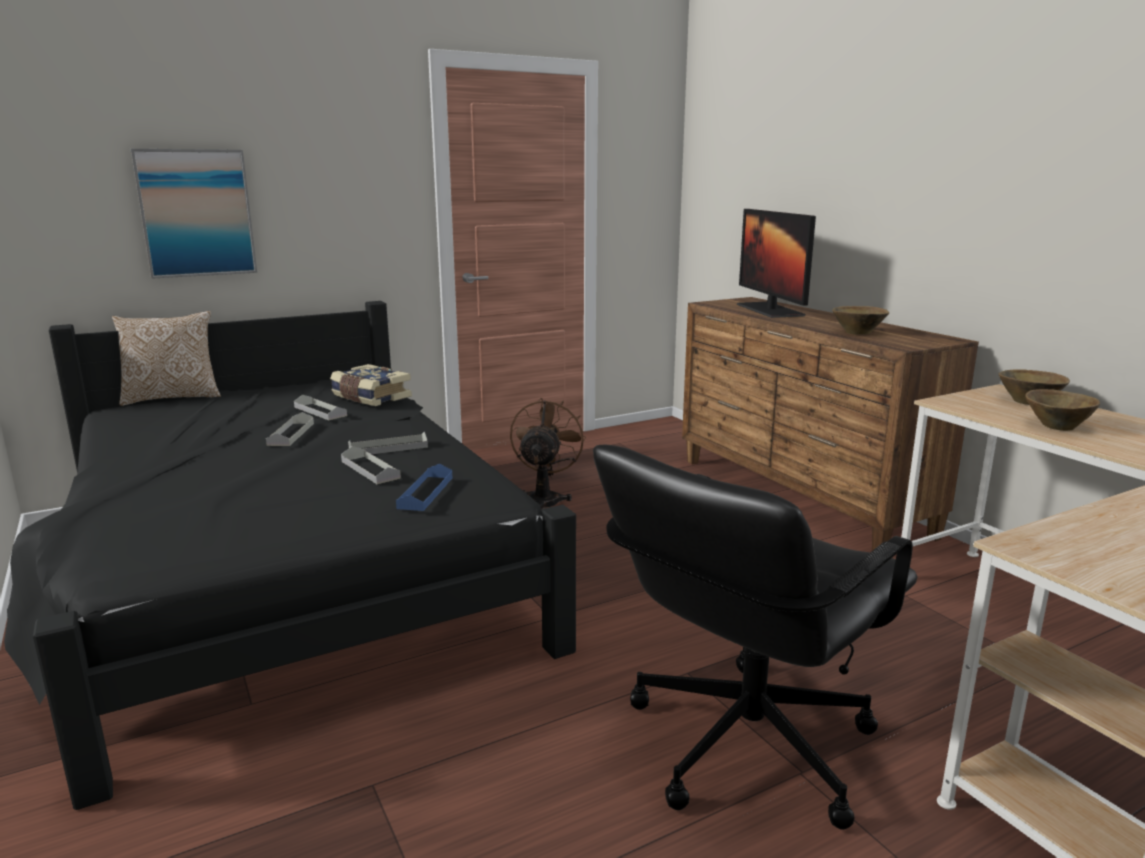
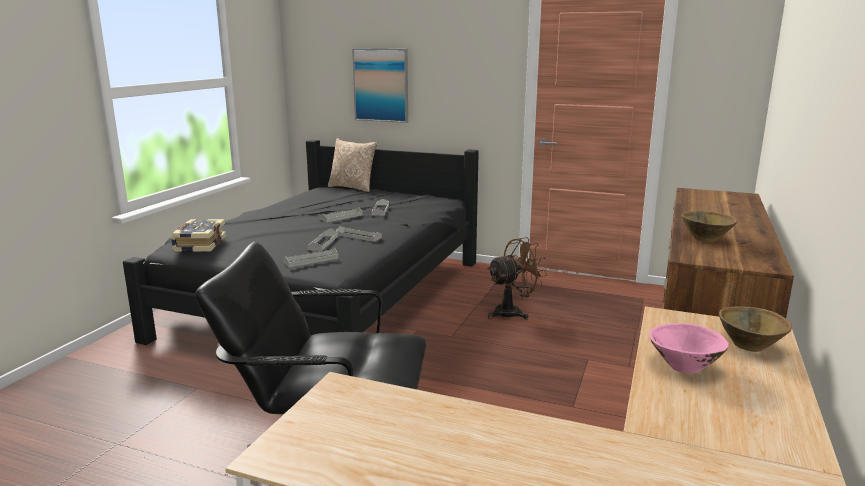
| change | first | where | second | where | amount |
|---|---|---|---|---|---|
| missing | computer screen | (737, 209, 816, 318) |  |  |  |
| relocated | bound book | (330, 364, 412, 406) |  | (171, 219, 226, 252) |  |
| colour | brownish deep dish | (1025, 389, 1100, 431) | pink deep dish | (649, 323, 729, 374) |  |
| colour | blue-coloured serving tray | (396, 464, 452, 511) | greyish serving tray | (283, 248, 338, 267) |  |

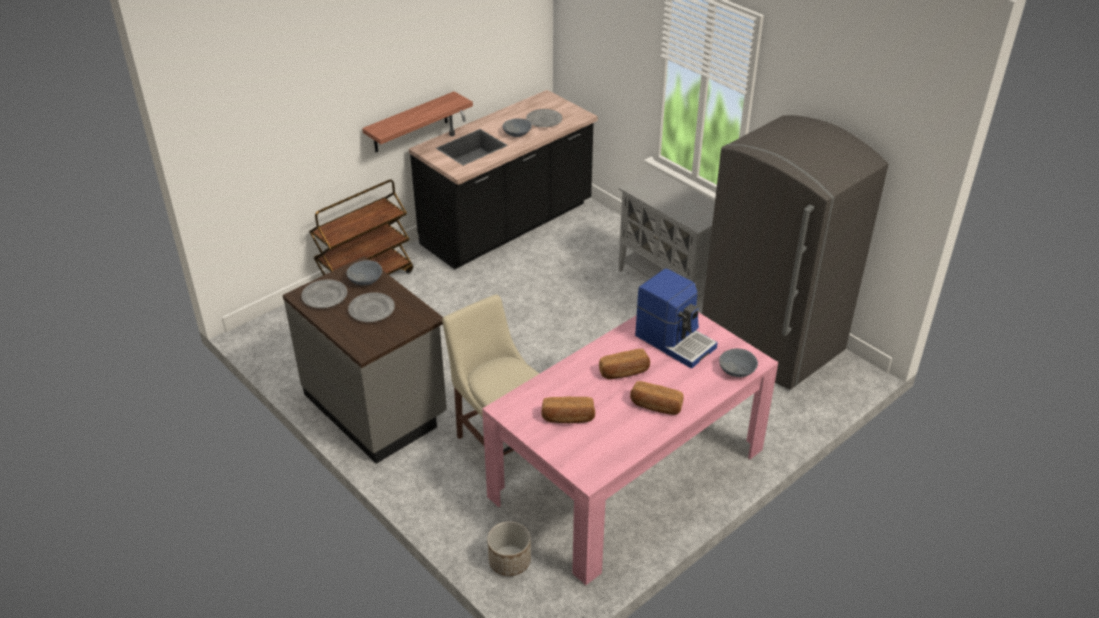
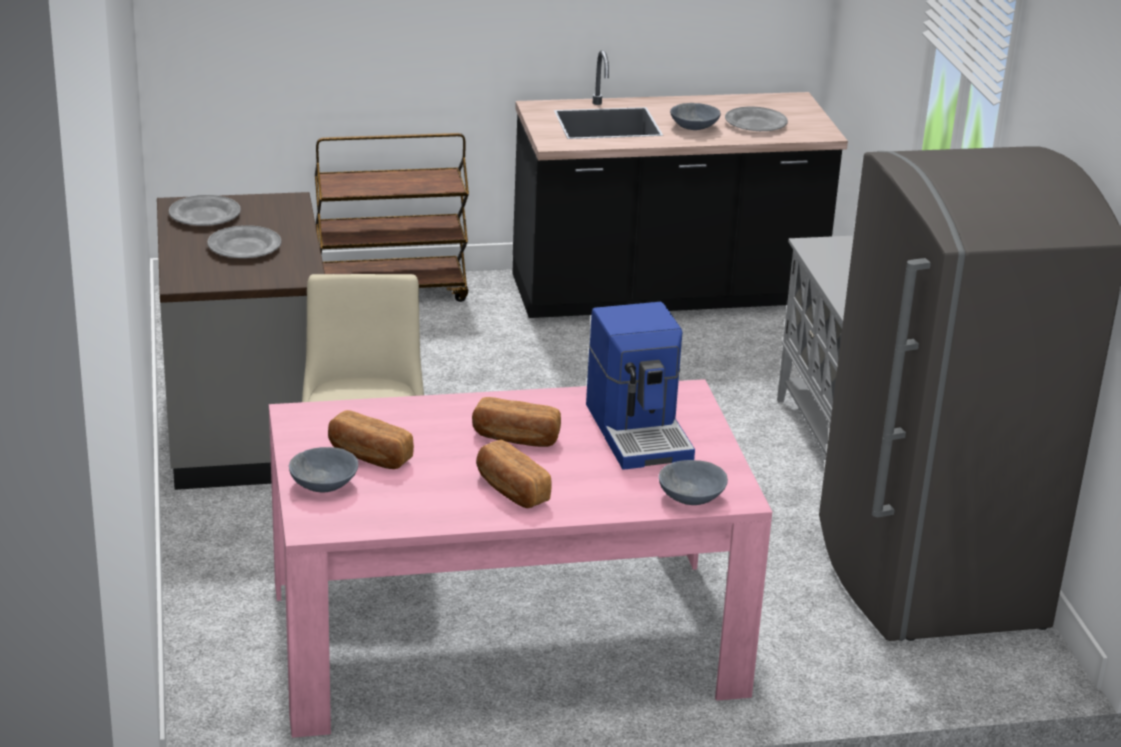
| change | first | where | second | where | amount |
|---|---|---|---|---|---|
| missing | bracket shelf | (362, 91, 473, 152) |  |  |  |
| relocated | greyish deep dish | (347, 260, 382, 285) |  | (289, 447, 358, 492) |  |
| missing | planter | (487, 521, 531, 576) |  |  |  |

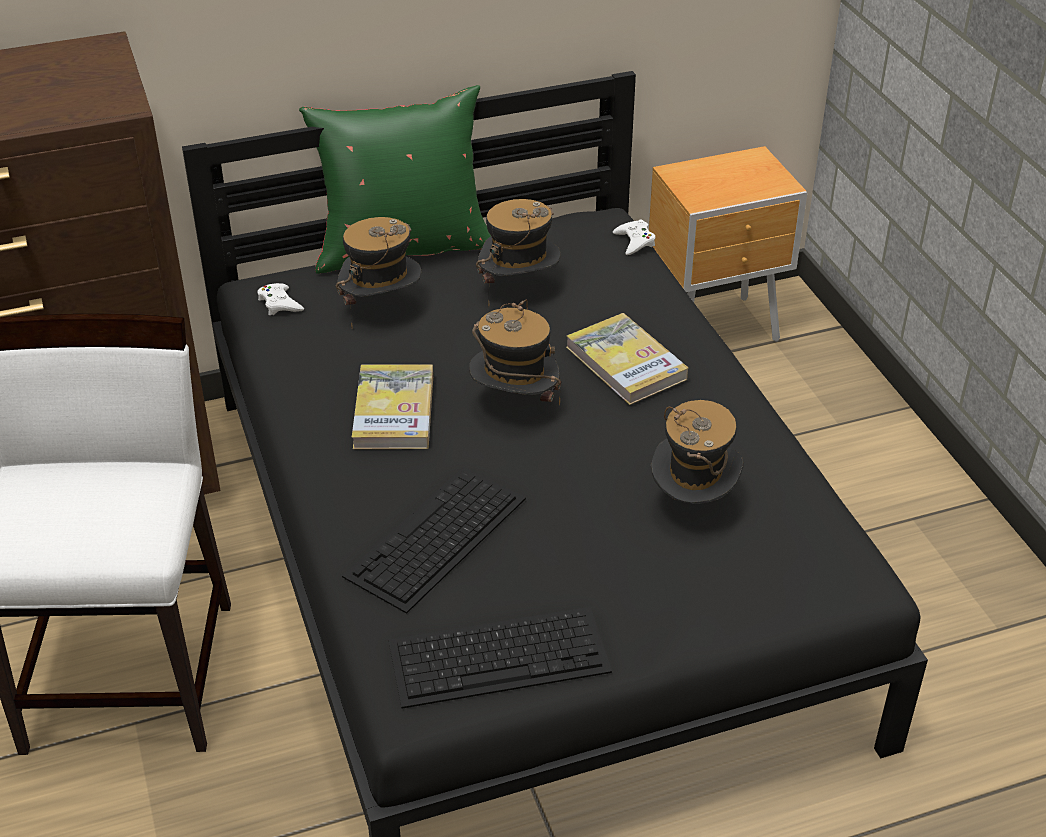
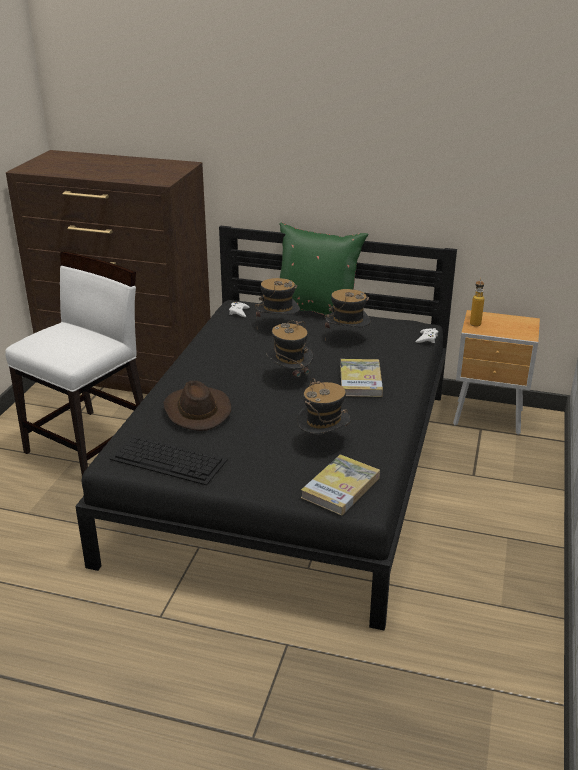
| change | first | where | second | where | amount |
|---|---|---|---|---|---|
| relocated | bound book | (352, 364, 433, 449) |  | (301, 454, 380, 516) |  |
| exchanged | computer keyboard | (342, 467, 526, 614) | brownish clothing hat | (164, 381, 231, 431) |  |
| appeared |  |  | beverage bottle | (470, 278, 484, 327) |  |

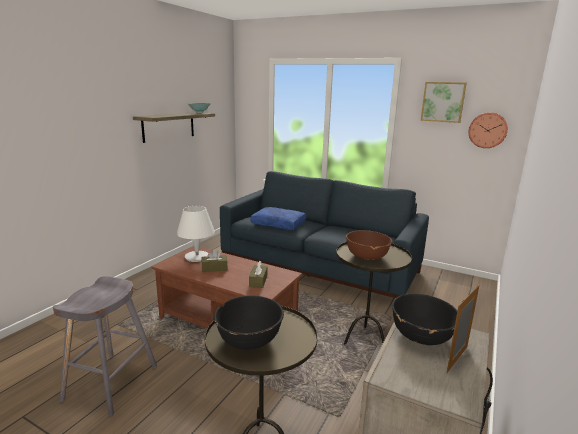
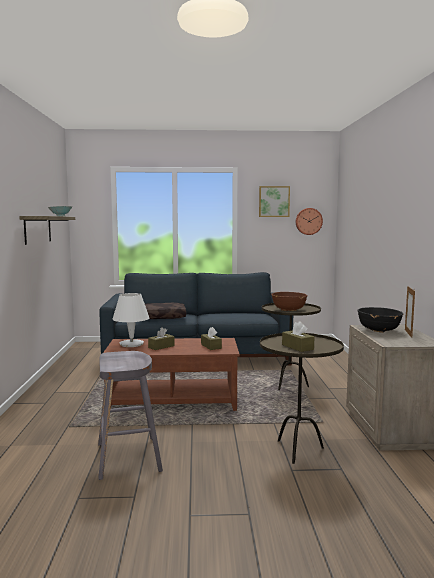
| change | first | where | second | where | amount |
|---|---|---|---|---|---|
| colour | blue-coloured throw pillow | (251, 207, 306, 230) | brownish throw pillow | (145, 303, 186, 319) |  |
| exchanged | blackish deep dish | (214, 296, 284, 350) | brownish tissue holder | (282, 321, 314, 352) |  |

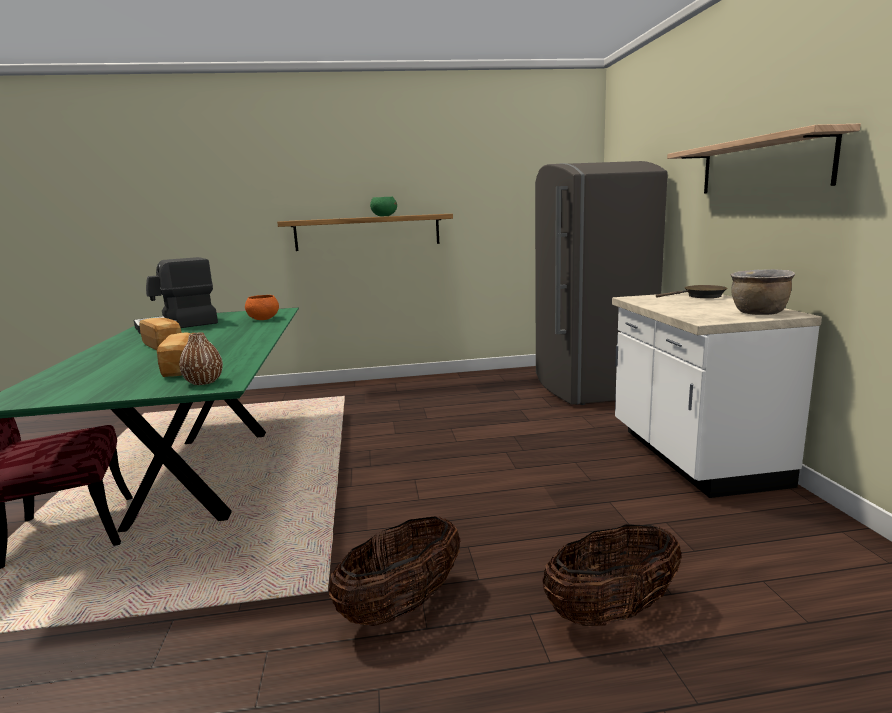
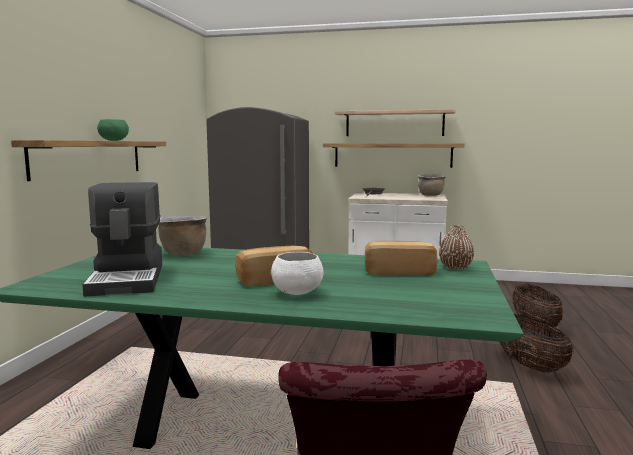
| change | first | where | second | where | amount |
|---|---|---|---|---|---|
| exchanged | orange-coloured deep dish | (245, 295, 279, 320) | brownish stockpot | (159, 216, 207, 255) |  |
| appeared |  |  | bracket shelf | (323, 143, 465, 168) |  |
| appeared |  |  | whitish deep dish | (271, 252, 324, 295) |  |

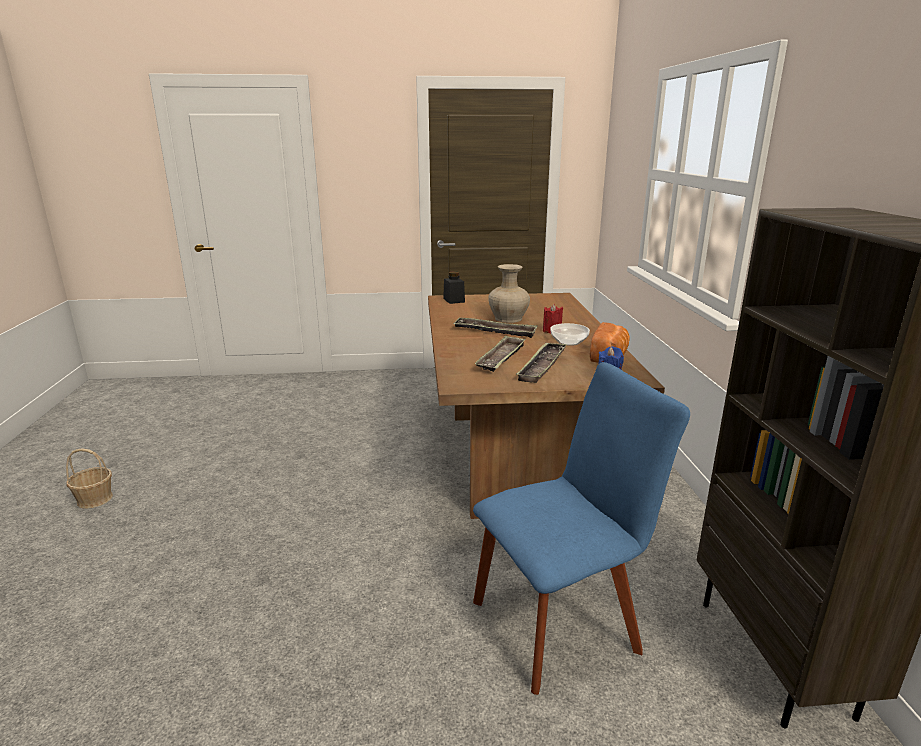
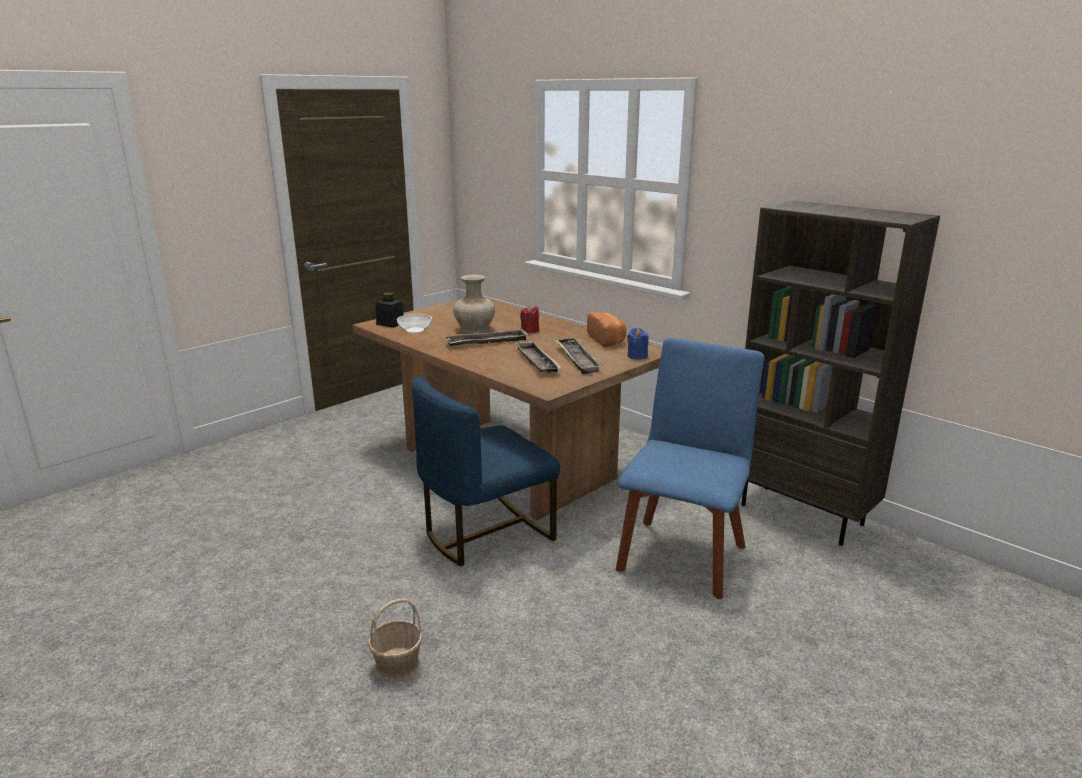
| change | first | where | second | where | amount |
|---|---|---|---|---|---|
| relocated | deep dish | (550, 323, 590, 346) |  | (397, 314, 432, 333) |  |
| relocated | storage basket | (66, 448, 113, 509) |  | (368, 598, 423, 681) |  |
| appeared |  |  | blue-coloured plain chair | (412, 376, 560, 567) |  |

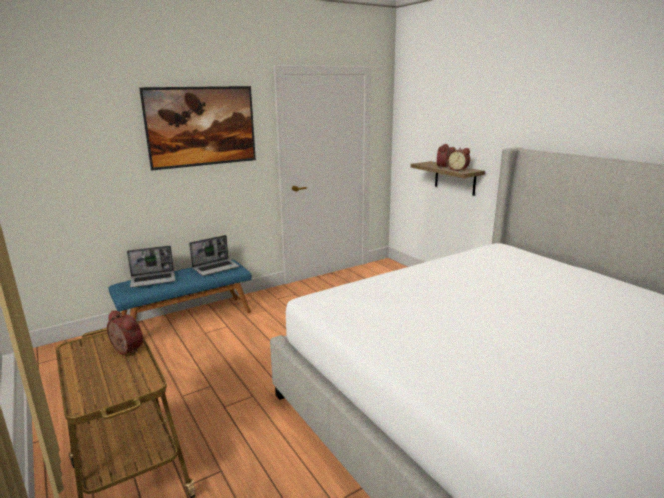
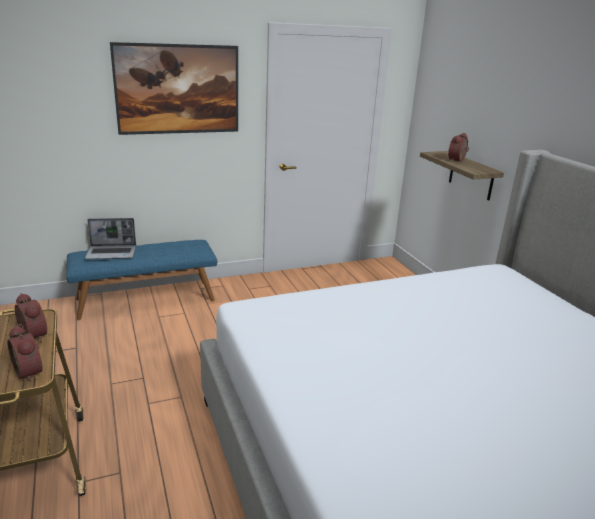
| change | first | where | second | where | amount |
|---|---|---|---|---|---|
| relocated | alarm clock | (447, 147, 470, 171) |  | (7, 326, 43, 382) |  |
| missing | portable computer | (189, 235, 240, 276) |  |  |  |

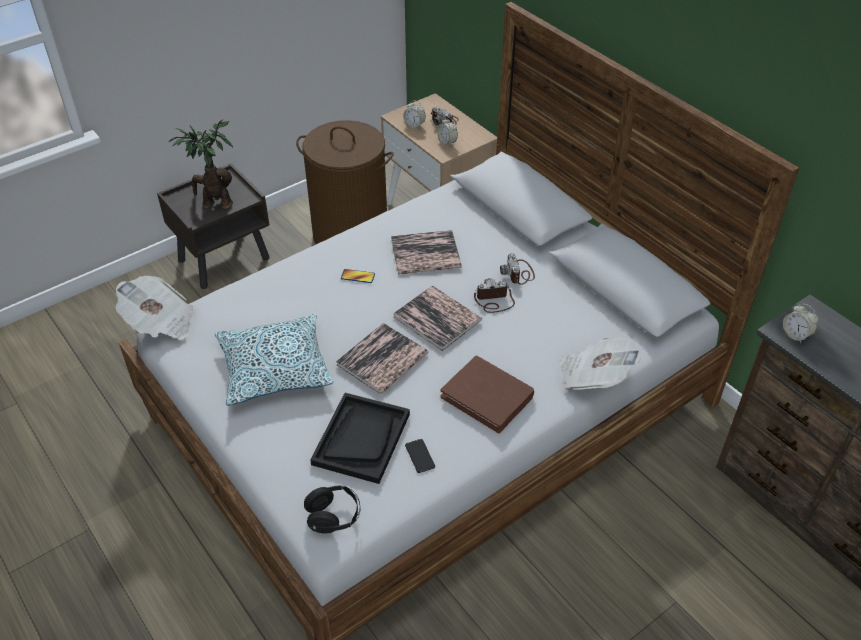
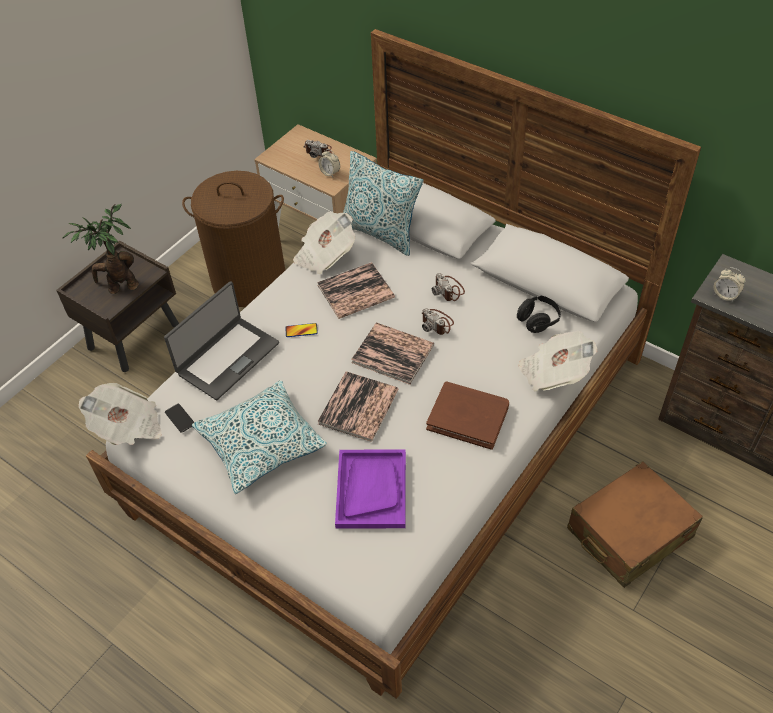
| change | first | where | second | where | amount |
|---|---|---|---|---|---|
| missing | alarm clock | (403, 100, 426, 129) |  |  |  |
| spun | photo camera | (474, 278, 515, 313) |  | (422, 308, 454, 335) | 105 degrees counterclockwise |
| colour | blackish serving tray | (310, 393, 410, 484) | purple-coloured serving tray | (335, 449, 406, 528) |  |
| relocated | handset | (405, 439, 435, 473) |  | (165, 404, 194, 433) |  |
| relocated | blackish headset | (304, 485, 360, 534) |  | (517, 296, 561, 333) |  |
| appeared |  |  | throw pillow | (343, 151, 424, 256) |  |
| appeared |  |  | newspaper | (293, 211, 355, 274) |  |
| appeared |  |  | portable computer | (164, 281, 279, 400) |  |
| appeared |  |  | brownish piece of luggage | (567, 461, 703, 588) |  |

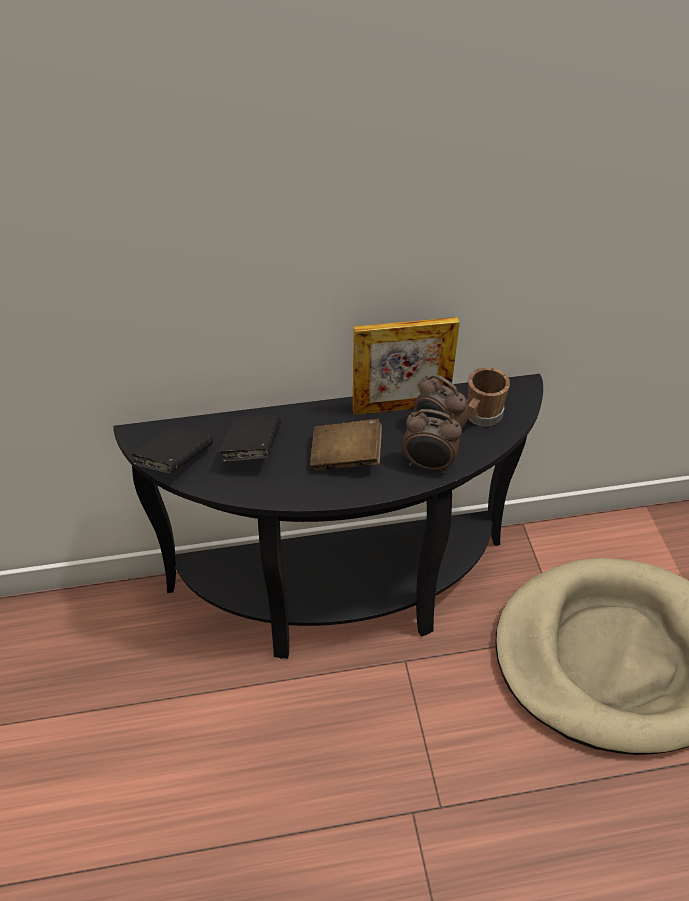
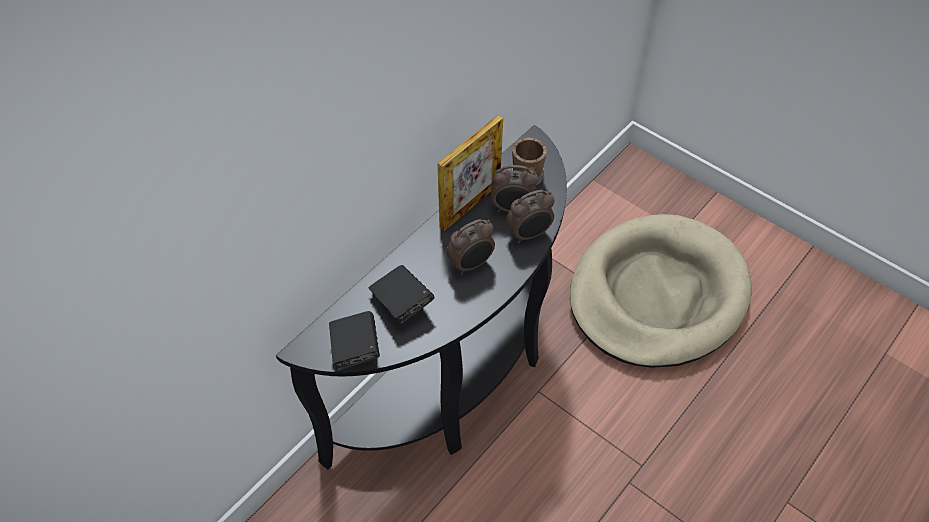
| change | first | where | second | where | amount |
|---|---|---|---|---|---|
| exchanged | brownish bound book | (310, 419, 382, 471) | alarm clock | (446, 219, 495, 275) |  |

